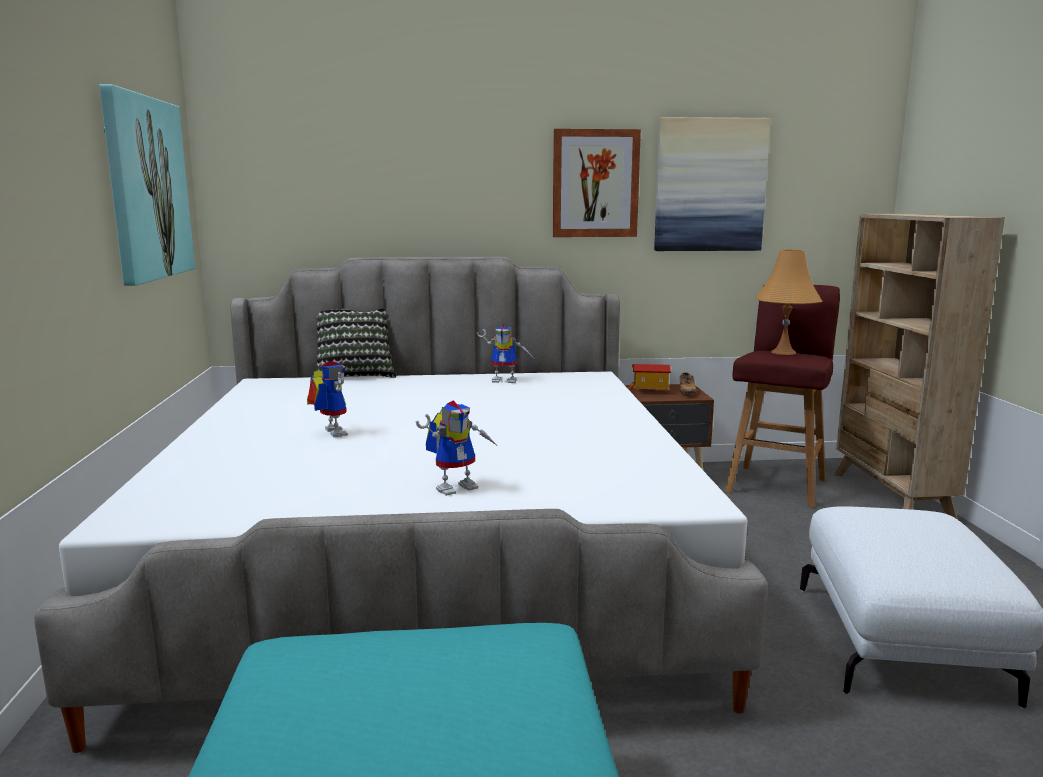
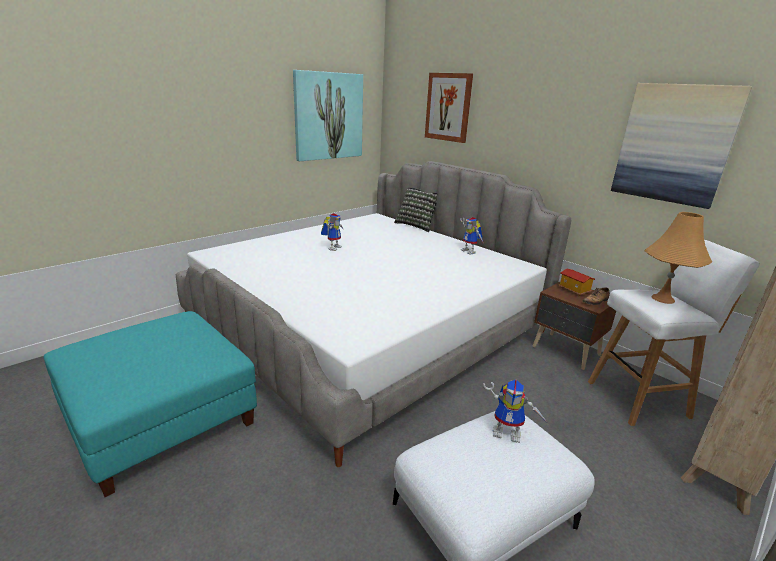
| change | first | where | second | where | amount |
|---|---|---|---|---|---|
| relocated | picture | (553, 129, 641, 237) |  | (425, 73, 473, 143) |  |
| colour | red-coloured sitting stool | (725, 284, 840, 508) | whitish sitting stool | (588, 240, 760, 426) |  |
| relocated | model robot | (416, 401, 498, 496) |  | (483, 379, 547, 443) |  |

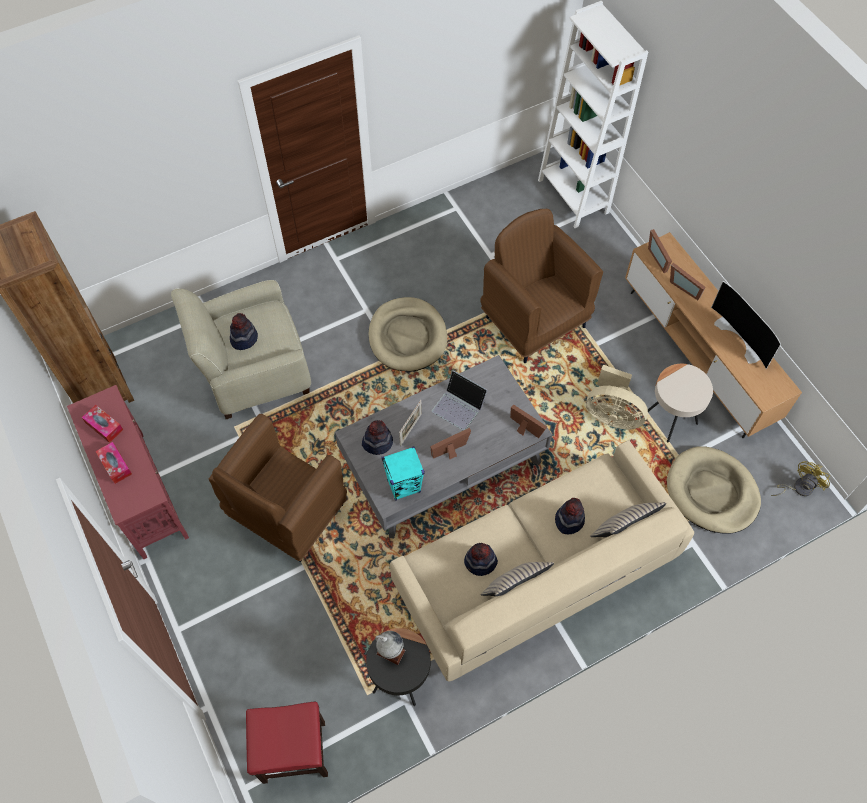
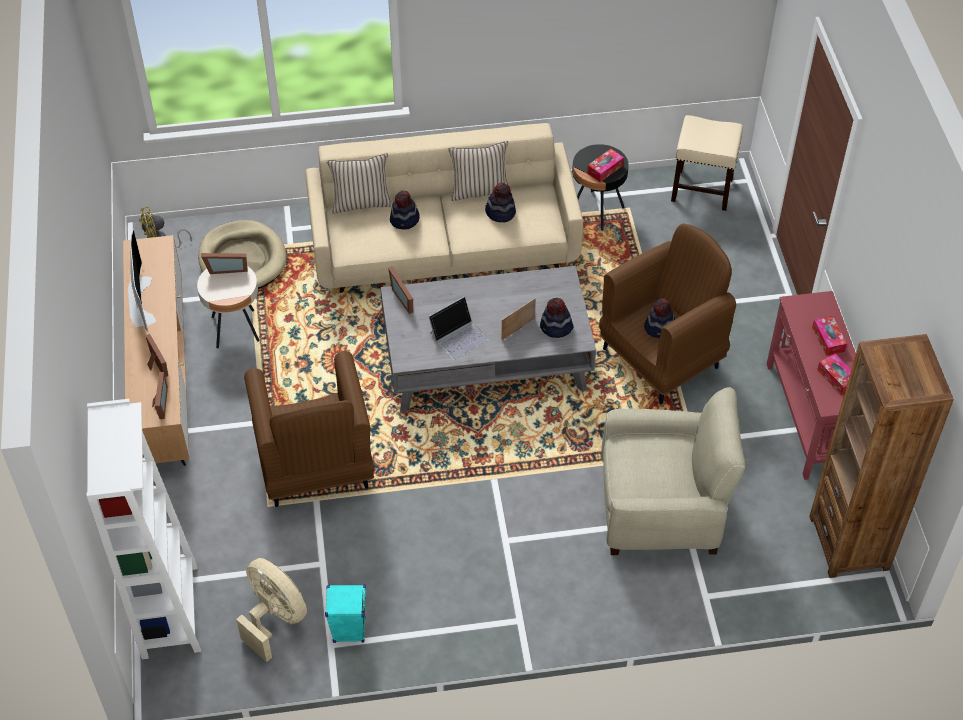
| change | first | where | second | where | amount |
|---|---|---|---|---|---|
| missing | sand-coloured dog cushion | (369, 297, 447, 371) |  |  |  |
| relocated | clothing hat | (230, 313, 258, 350) |  | (644, 298, 675, 338) |  |
| relocated | sand-coloured electric fan | (586, 365, 648, 429) |  | (236, 558, 307, 662) |  |
| spun | portable computer | (432, 370, 487, 430) |  | (428, 296, 489, 360) | 90 degrees clockwise |
| relocated | picture frame | (430, 428, 471, 459) |  | (201, 253, 247, 274) |  |
| relocated | turquoise-coloured loudspeaker | (381, 446, 424, 501) |  | (325, 584, 366, 643) |  |
| exchanged | world globe | (375, 631, 406, 665) | tissue holder | (587, 149, 624, 182) |  |
| colour | red-coloured sitting stool | (246, 702, 328, 784) | sand-coloured sitting stool | (671, 115, 743, 211) |  |

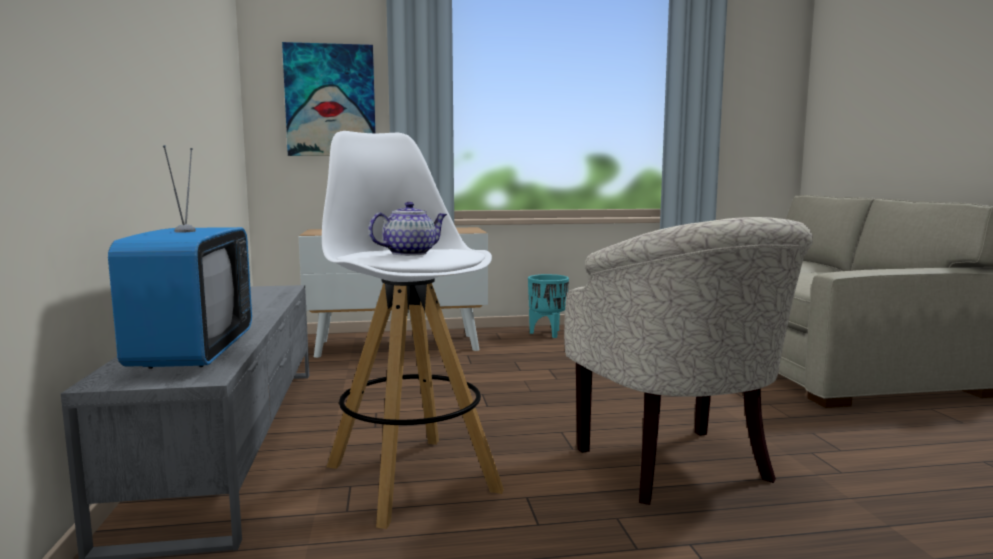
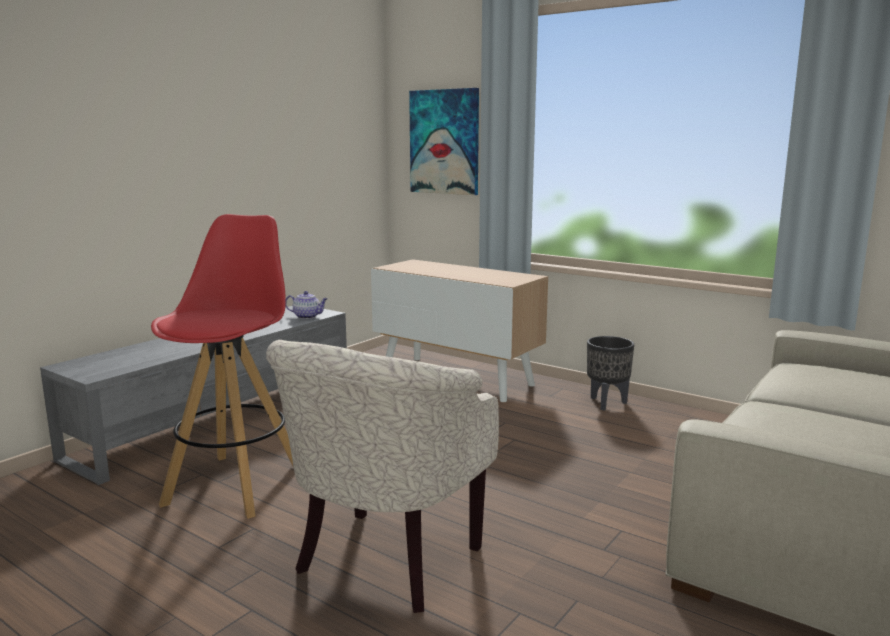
| change | first | where | second | where | amount |
|---|---|---|---|---|---|
| colour | whitish sitting stool | (322, 131, 504, 529) | red-coloured sitting stool | (151, 214, 293, 519) |  |
| missing | television | (108, 145, 252, 369) |  |  |  |
| relocated | tea pot | (368, 202, 447, 256) |  | (286, 291, 328, 319) |  |
| colour | turquoise-coloured planter | (528, 274, 569, 338) | blackish planter | (587, 336, 634, 410) |  |

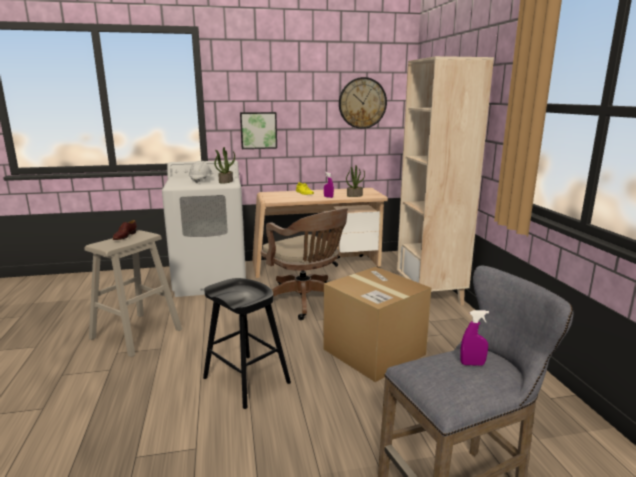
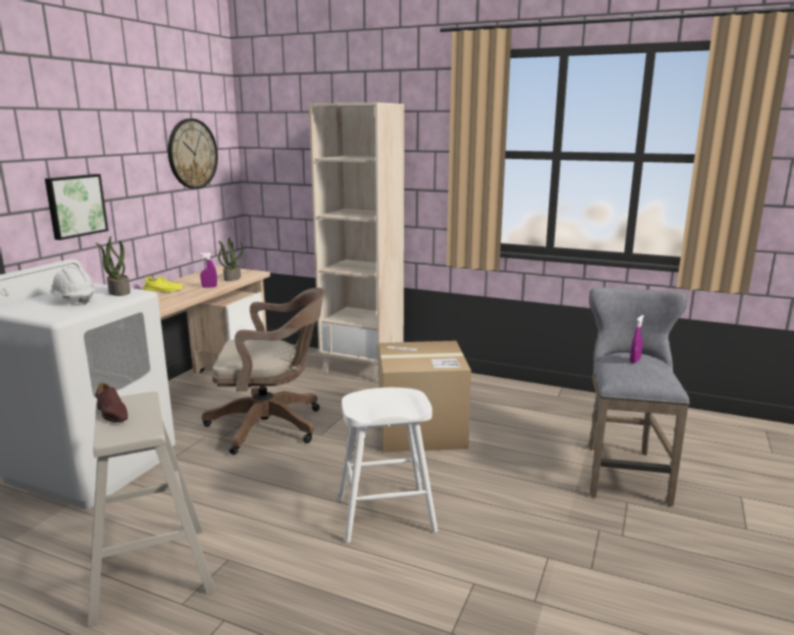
| change | first | where | second | where | amount |
|---|---|---|---|---|---|
| colour | blackish sitting stool | (203, 278, 291, 409) | whitish sitting stool | (338, 387, 438, 543) |  |

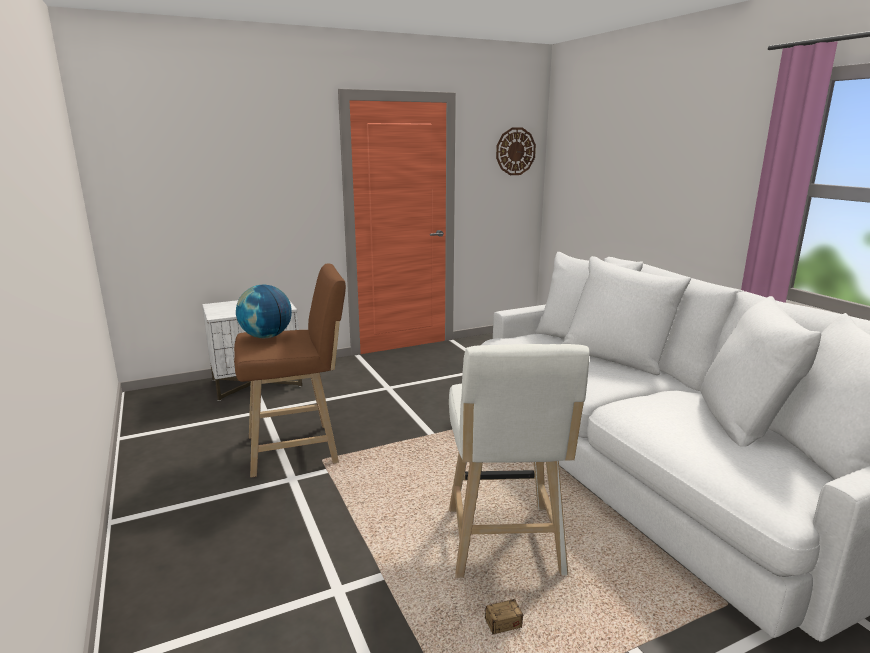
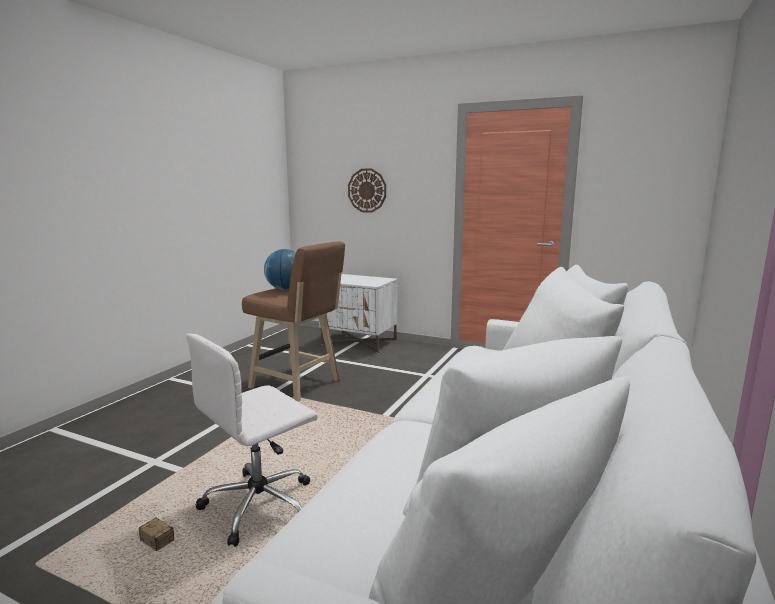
| change | first | where | second | where | amount |
|---|---|---|---|---|---|
| relocated | hanging clock | (496, 128, 536, 175) |  | (348, 169, 386, 213) |  |
| exchanged | whitish sitting stool | (449, 344, 589, 578) | whitish office chair | (186, 334, 317, 547) |  |

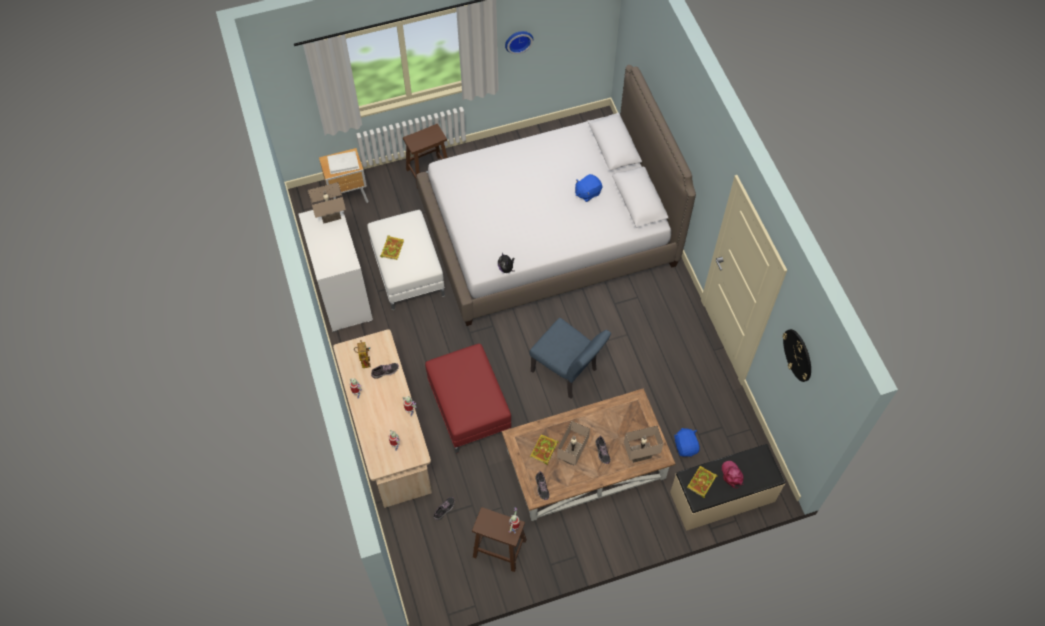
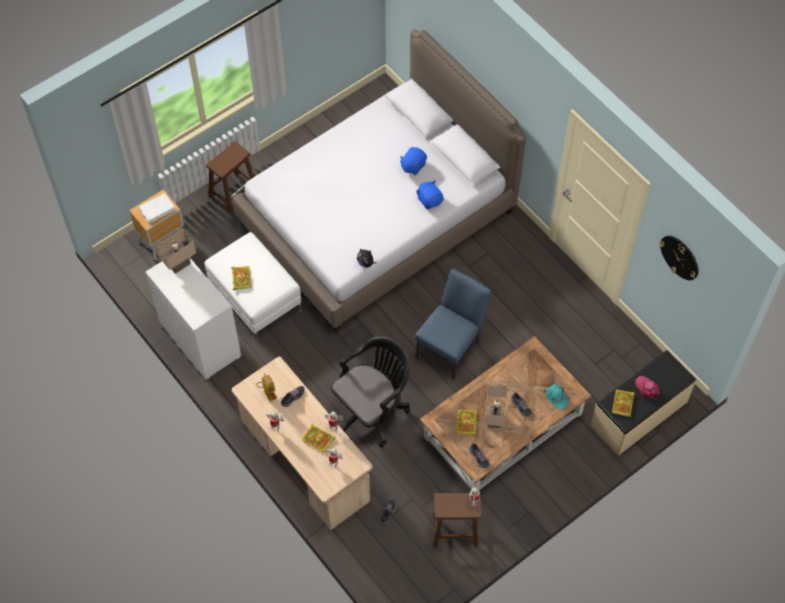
| change | first | where | second | where | amount |
|---|---|---|---|---|---|
| missing | hanging clock | (505, 31, 533, 54) |  |  |  |
| spun | blue-coloured plain chair | (530, 318, 611, 399) |  | (415, 269, 492, 380) | 75 degrees counterclockwise |
| exchanged | red-coloured footrest | (425, 344, 511, 453) | blackish office chair | (331, 337, 410, 447) |  |
| exchanged | sand-coloured lamp for a table | (624, 426, 664, 463) | turquoise-coloured baseball cap | (544, 384, 569, 410) |  |
| relocated | blue-coloured plush toy | (674, 428, 700, 457) |  | (416, 181, 444, 209) |  |
| appeared |  |  | bound book | (302, 424, 335, 453) |  |

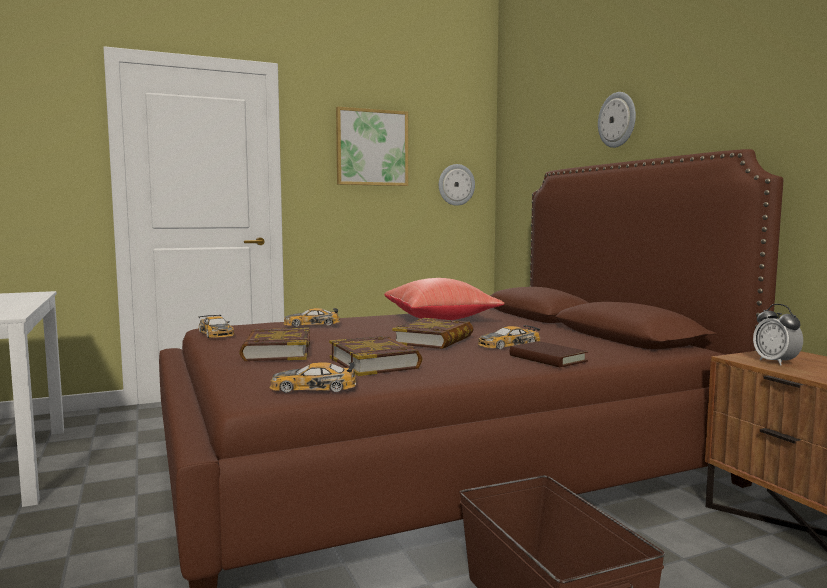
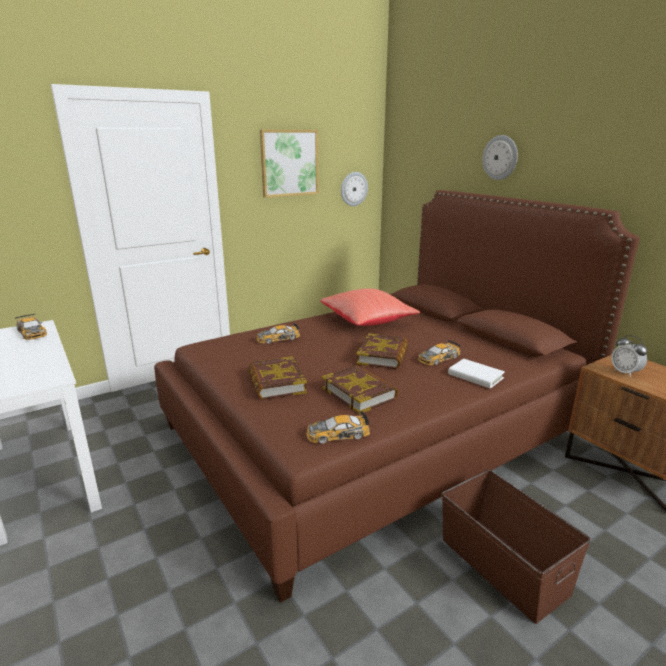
| change | first | where | second | where | amount |
|---|---|---|---|---|---|
| relocated | miniature car | (199, 315, 234, 338) |  | (15, 314, 47, 340) |  |
| colour | brownish bound book | (510, 341, 588, 367) | whitish bound book | (448, 359, 505, 389) |  |

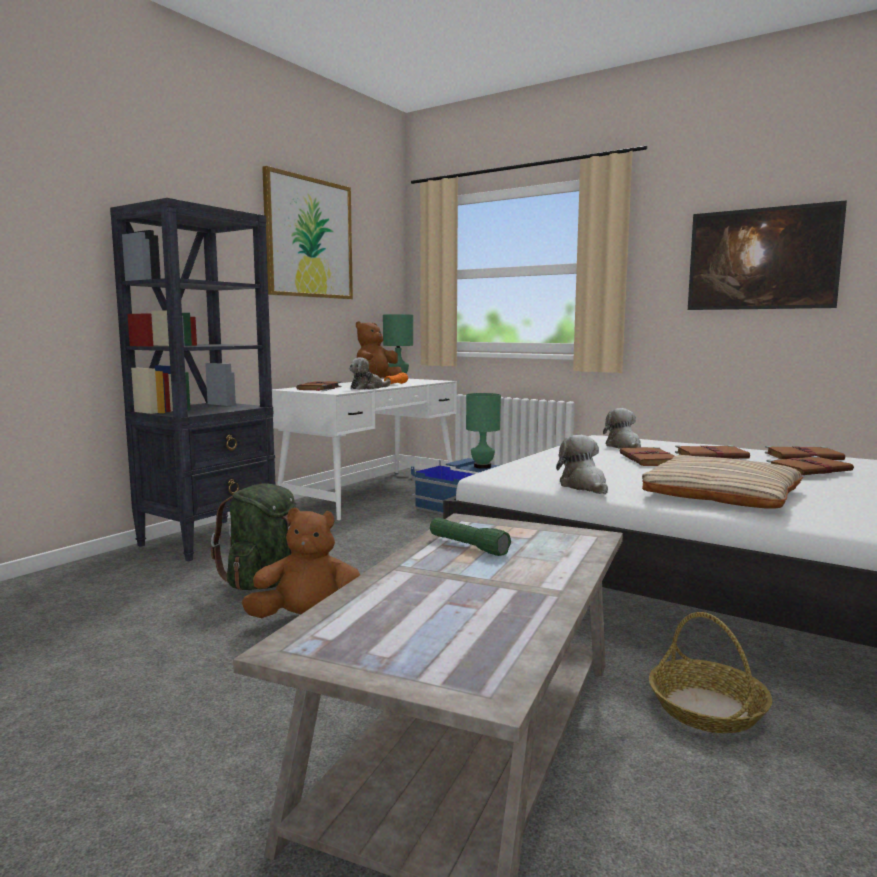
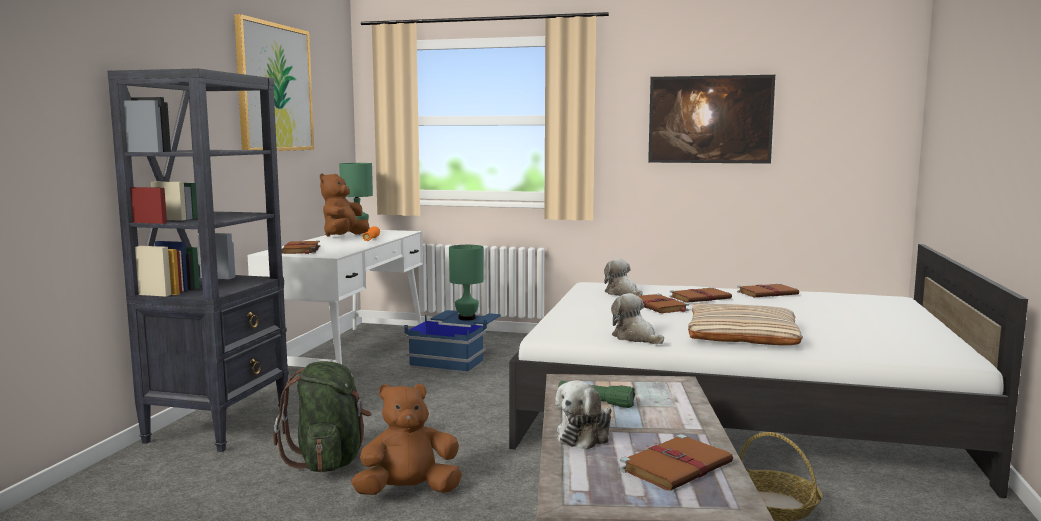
| change | first | where | second | where | amount |
|---|---|---|---|---|---|
| relocated | plush toy | (349, 357, 391, 390) |  | (555, 380, 611, 450) |  |
| relocated | brownish bound book | (767, 456, 854, 475) |  | (620, 434, 733, 490) |  |

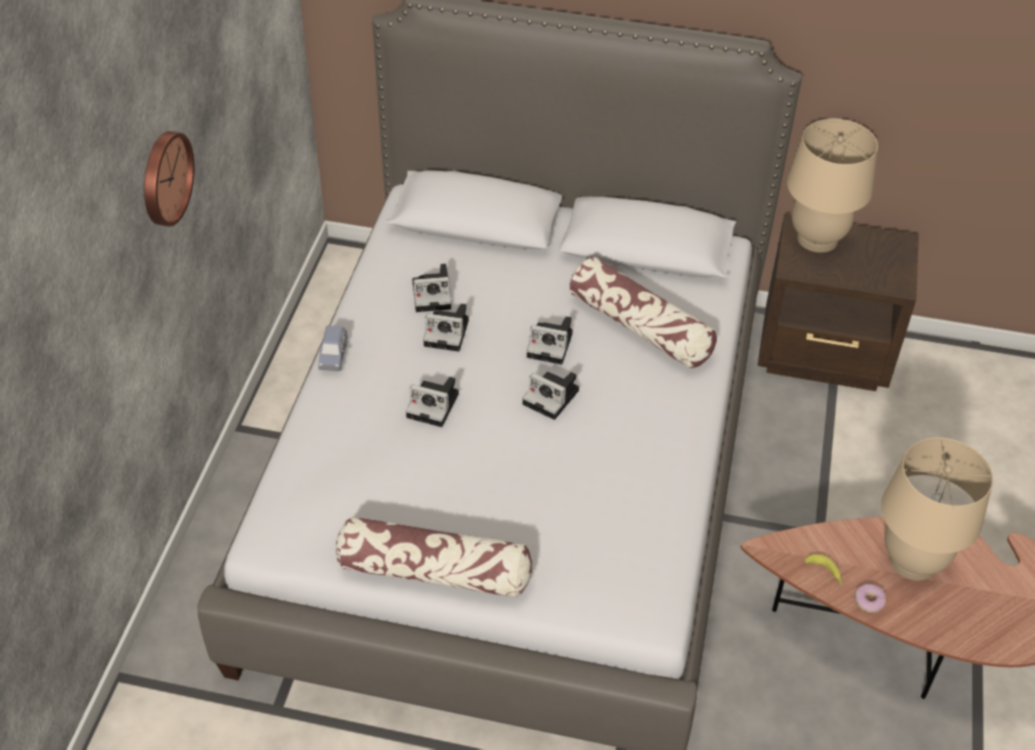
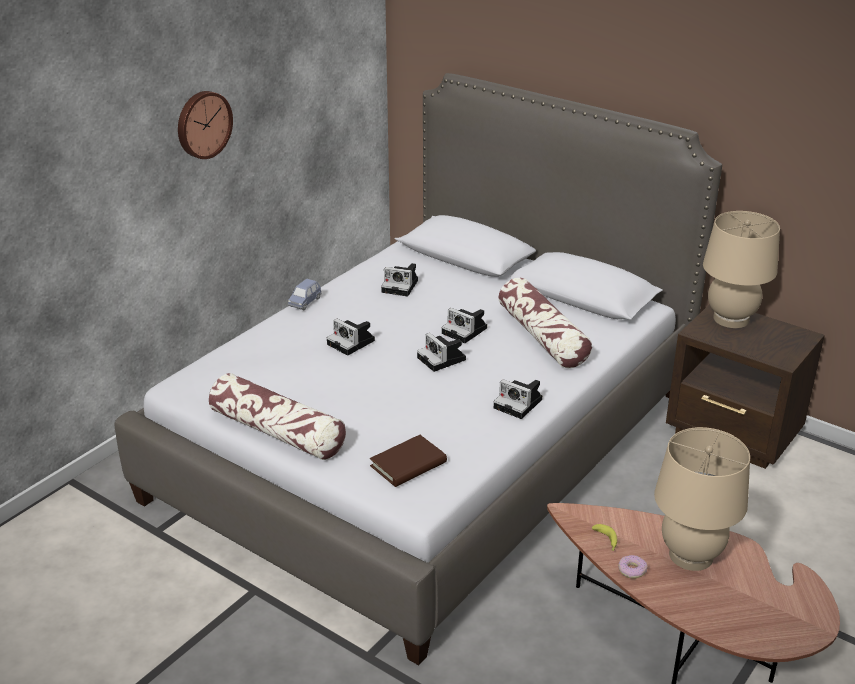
| change | first | where | second | where | amount |
|---|---|---|---|---|---|
| relocated | photo camera | (423, 304, 469, 352) |  | (494, 379, 542, 419) |  |
| appeared |  |  | brownish bound book | (370, 435, 447, 487) |  |

